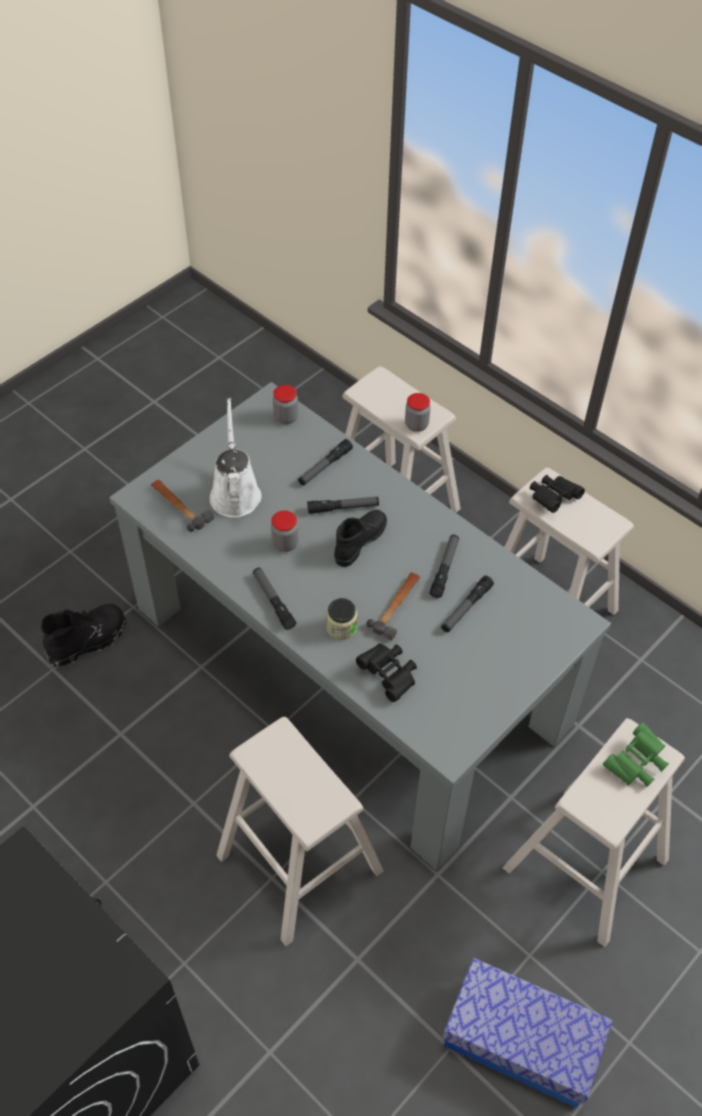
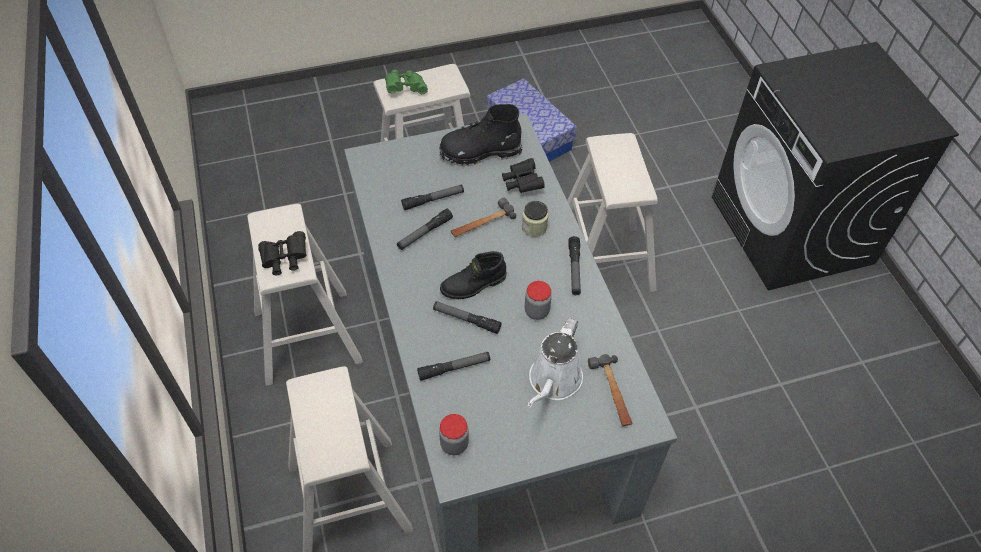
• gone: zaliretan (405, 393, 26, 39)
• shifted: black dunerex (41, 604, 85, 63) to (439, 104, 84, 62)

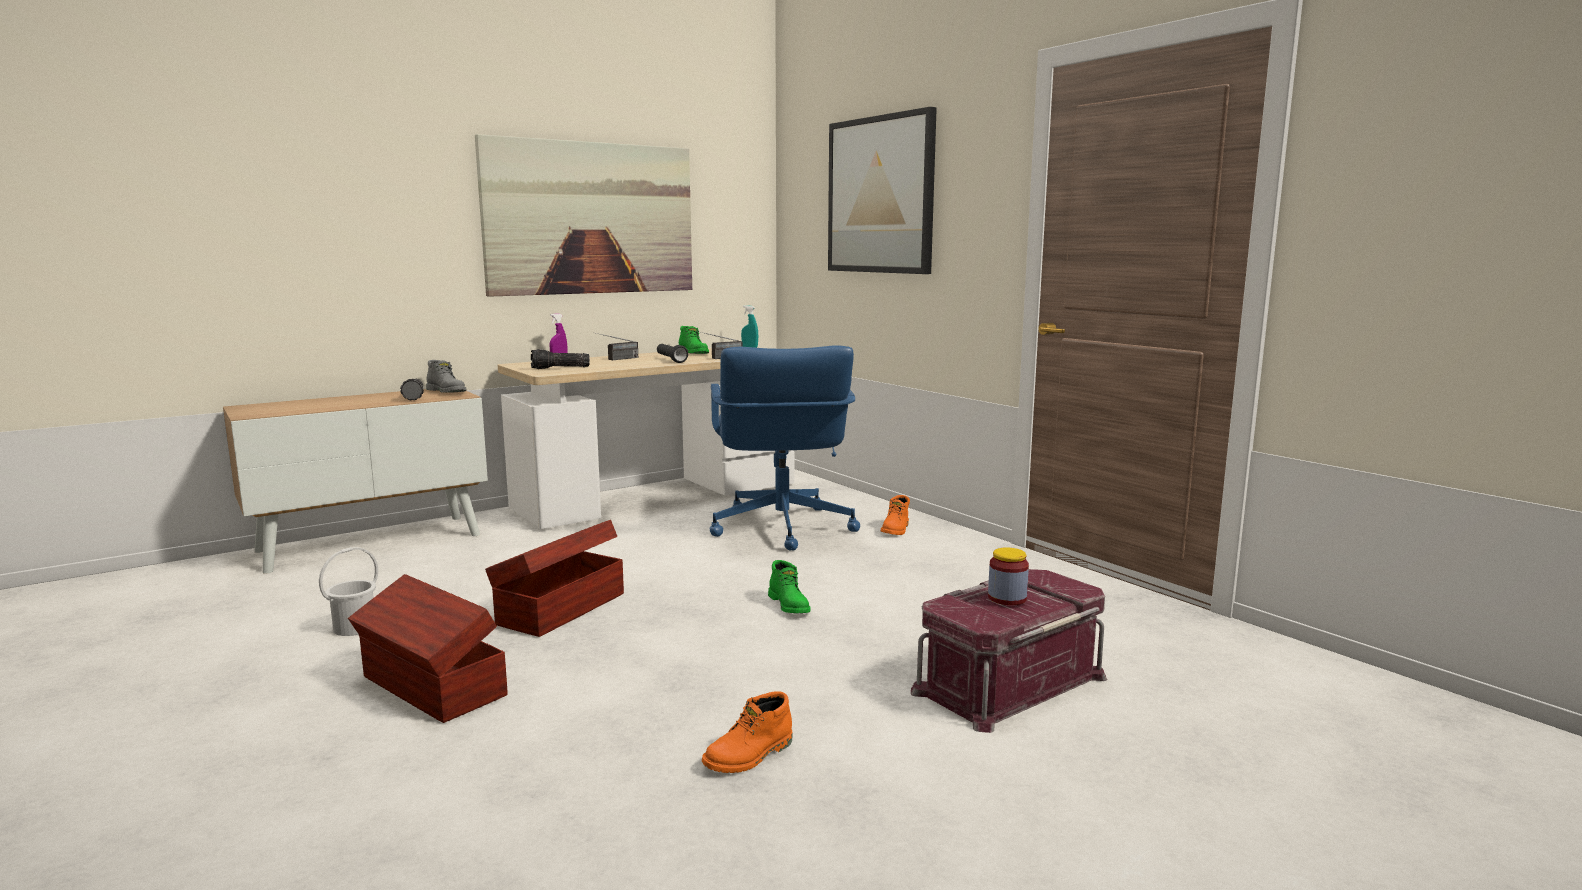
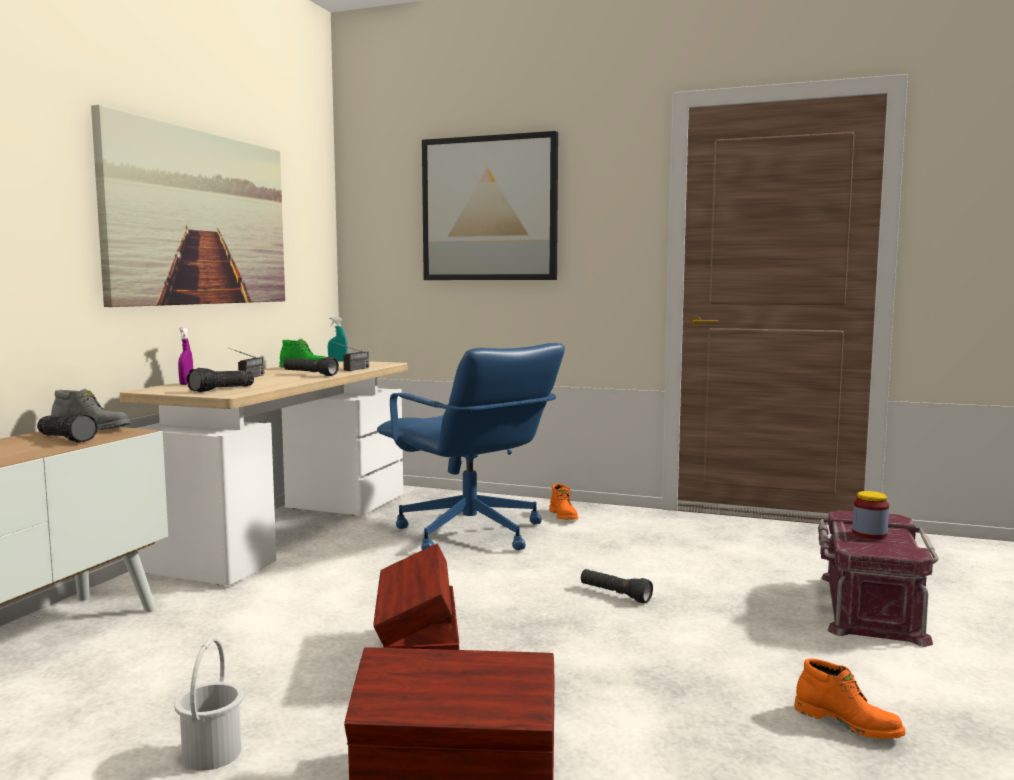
• swapped: green dunerex (768, 560, 43, 53) to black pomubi (581, 569, 72, 35)
• rotated: orange dunerex (702, 691, 91, 82) = (794, 659, 111, 80) 60 degrees counterclockwise

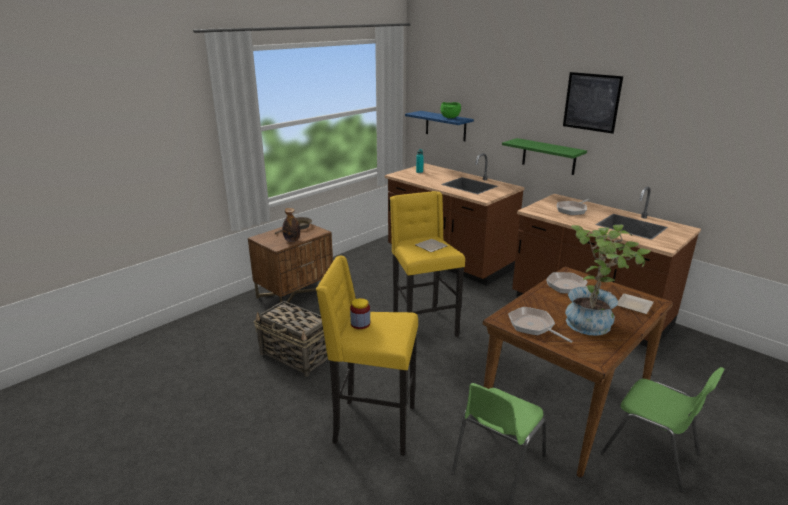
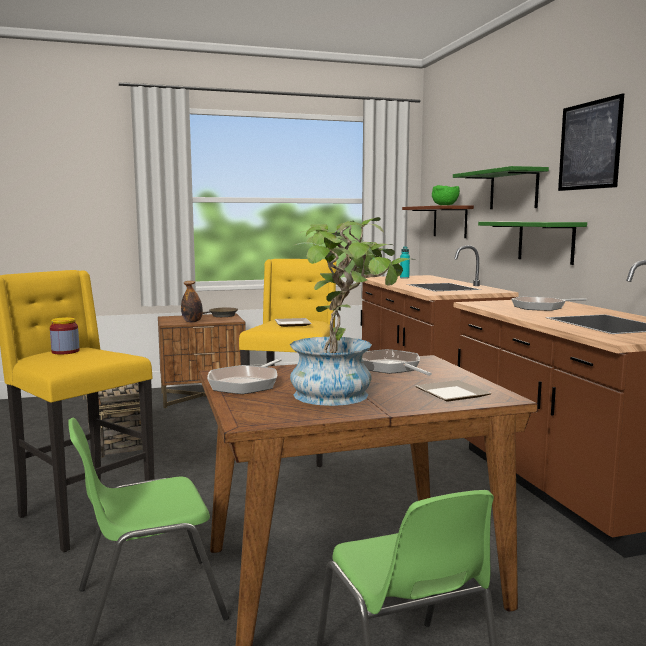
• repainted: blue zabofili (405, 111, 69, 30) to brown zabofili (402, 205, 72, 33)
• rotated: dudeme (508, 307, 65, 36) = (207, 358, 75, 36) 150 degrees counterclockwise
• new: green zabofili (453, 166, 96, 43)

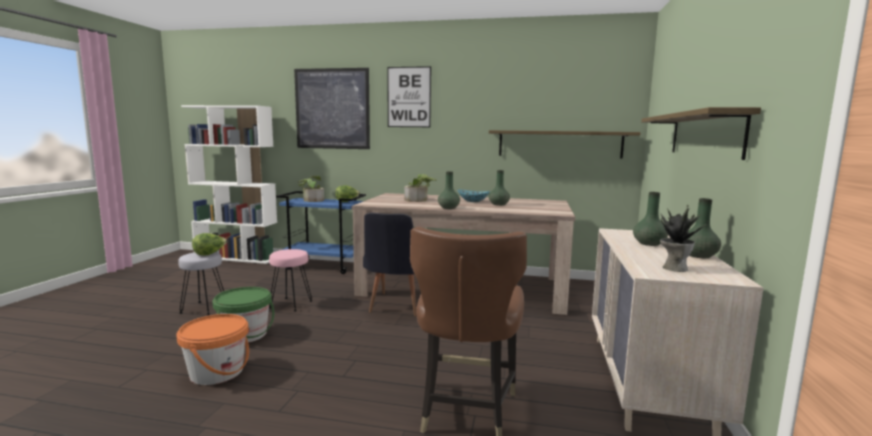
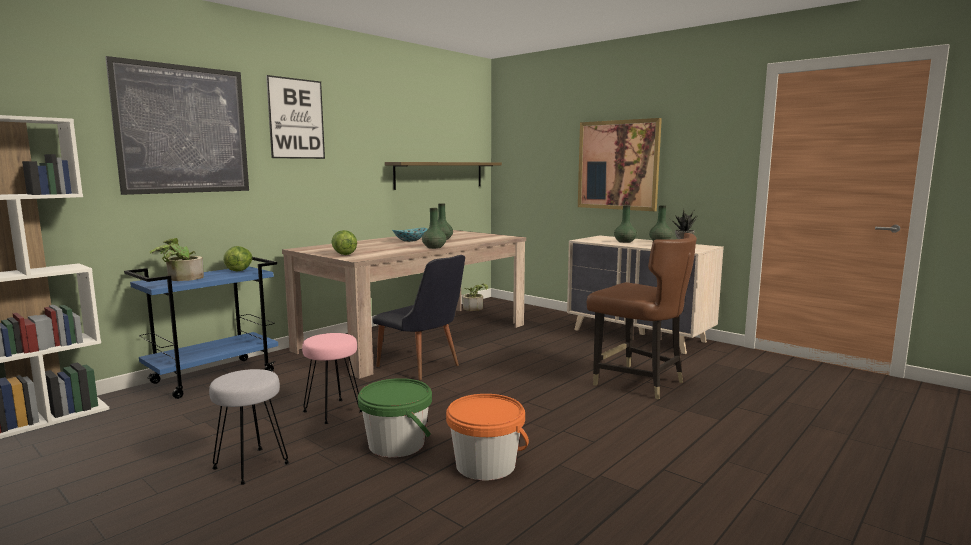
• swapped: zabofili (641, 107, 120, 53) to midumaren (578, 118, 84, 93)
• shifted: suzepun (404, 174, 33, 28) to (463, 284, 25, 27)
• shifted: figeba (192, 233, 35, 23) to (332, 230, 25, 25)

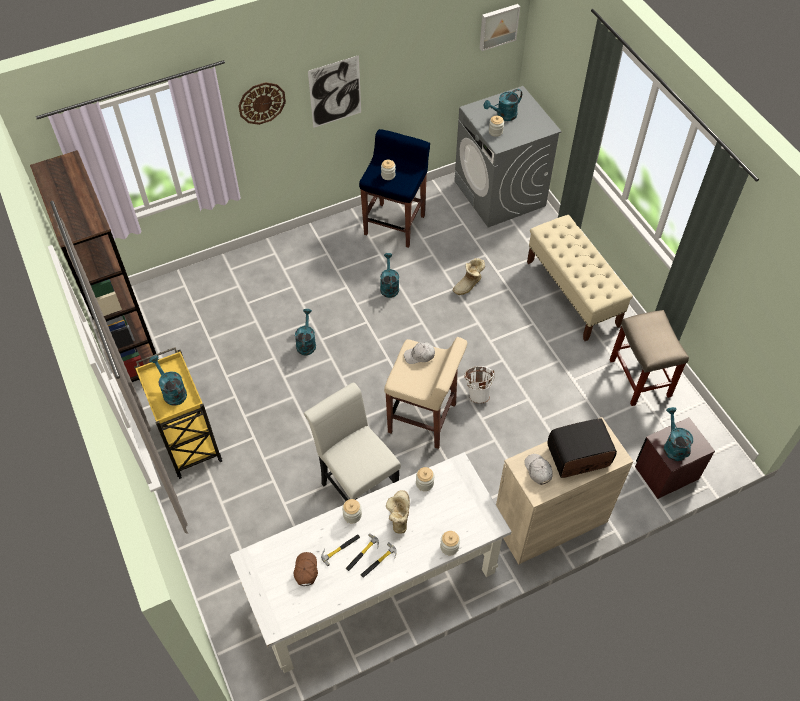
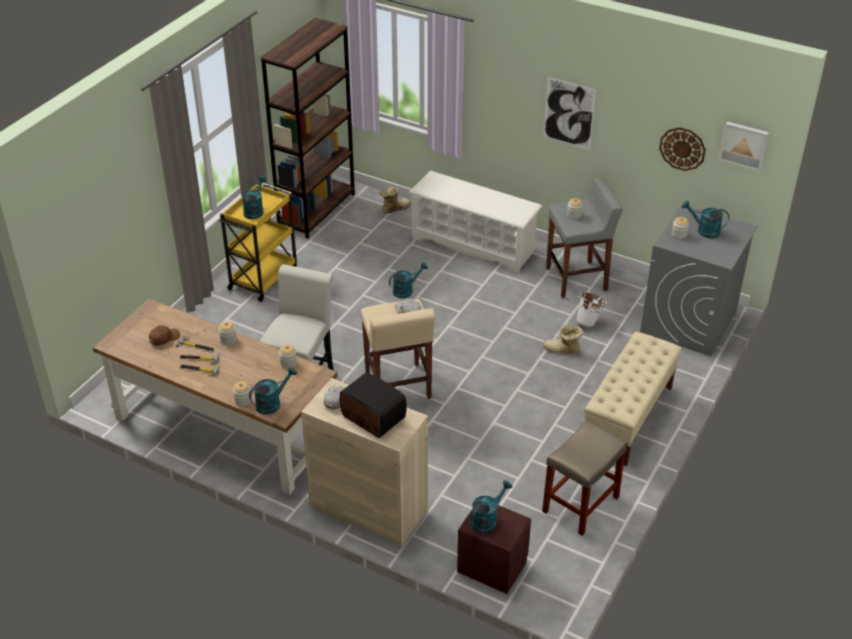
• shifted: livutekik (238, 82, 48, 43) to (659, 127, 47, 44)
• repainted: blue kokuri (359, 129, 71, 119) to grey kokuri (546, 178, 77, 120)
• shifted: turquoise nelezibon (380, 253, 19, 45) to (249, 367, 48, 47)
• shifted: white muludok (464, 366, 31, 38) to (576, 291, 31, 36)
• repainted: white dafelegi (230, 452, 282, 221) to brown dafelegi (93, 298, 244, 197)
• shifted: dunerex (386, 490, 24, 44) to (380, 186, 31, 28)
• new: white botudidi (409, 171, 134, 102)

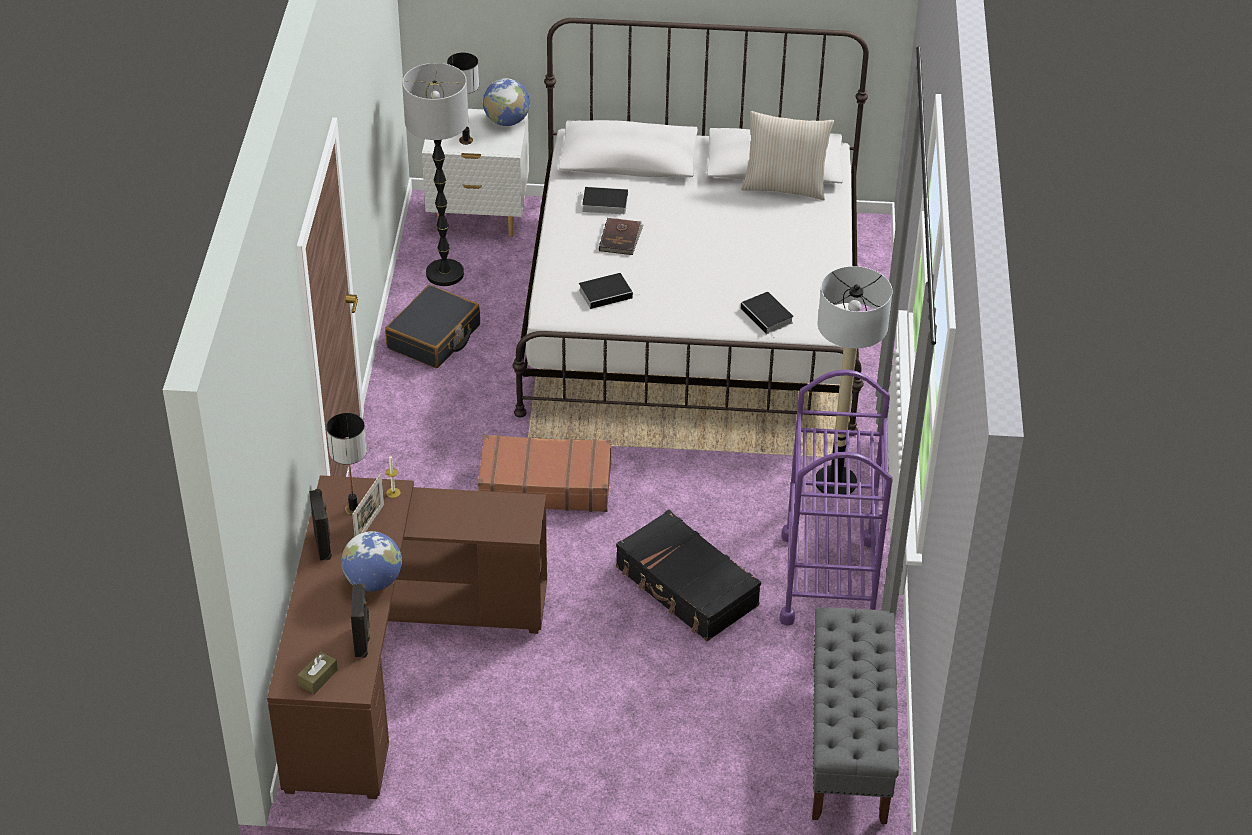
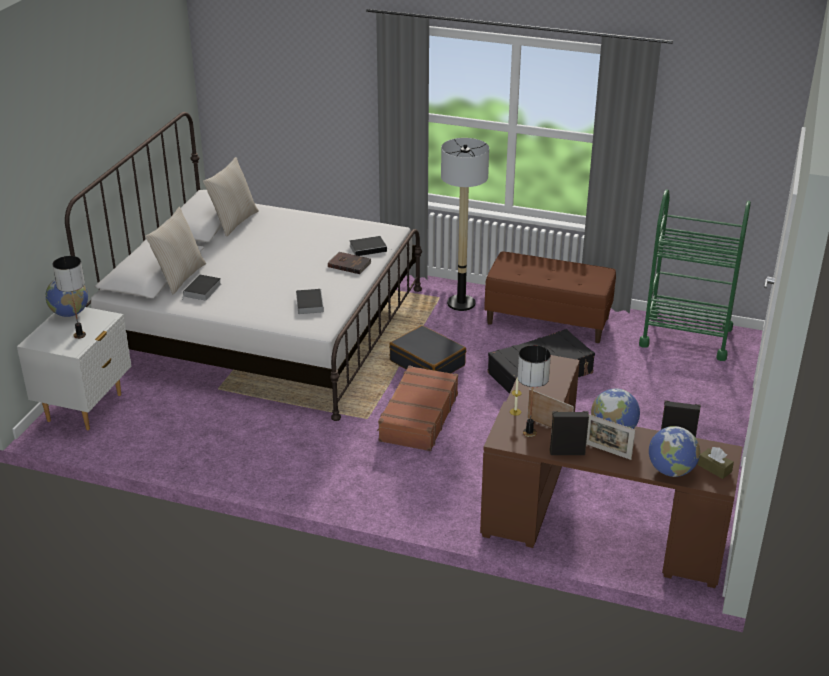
• gone: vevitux (402, 63, 66, 223)
• shifted: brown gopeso (599, 218, 44, 37) to (328, 252, 44, 22)
• shifted: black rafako (385, 285, 95, 83) to (389, 325, 77, 48)
• swapped: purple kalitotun (779, 370, 114, 256) to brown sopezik (484, 251, 132, 92)
• swapped: grey sopezik (812, 607, 87, 217) to green kalitotun (639, 189, 112, 172)
• new: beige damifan (145, 207, 61, 87)
• new: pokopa (586, 414, 49, 46)
• new: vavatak (649, 426, 51, 51)

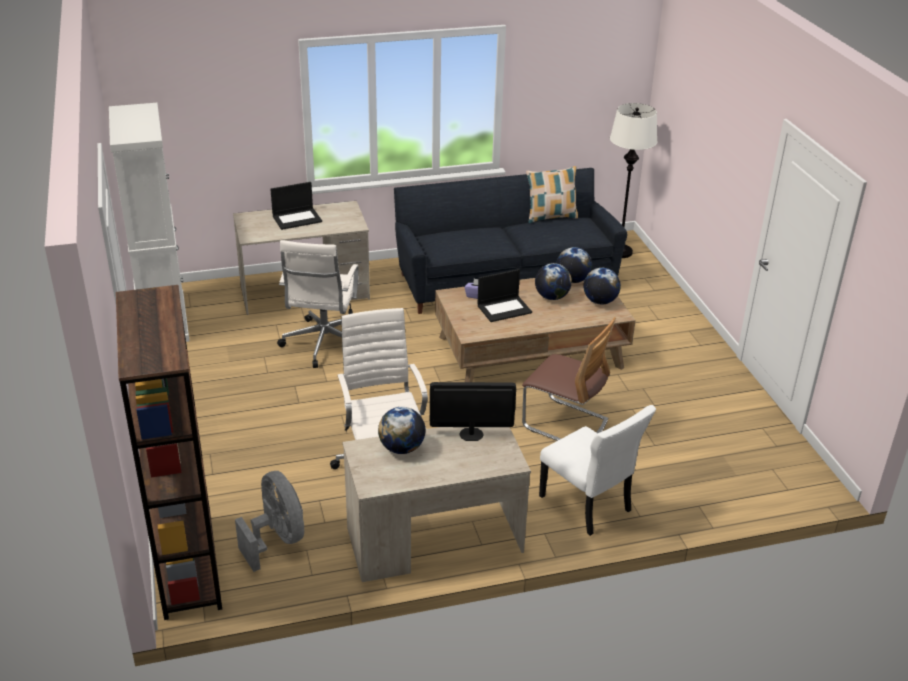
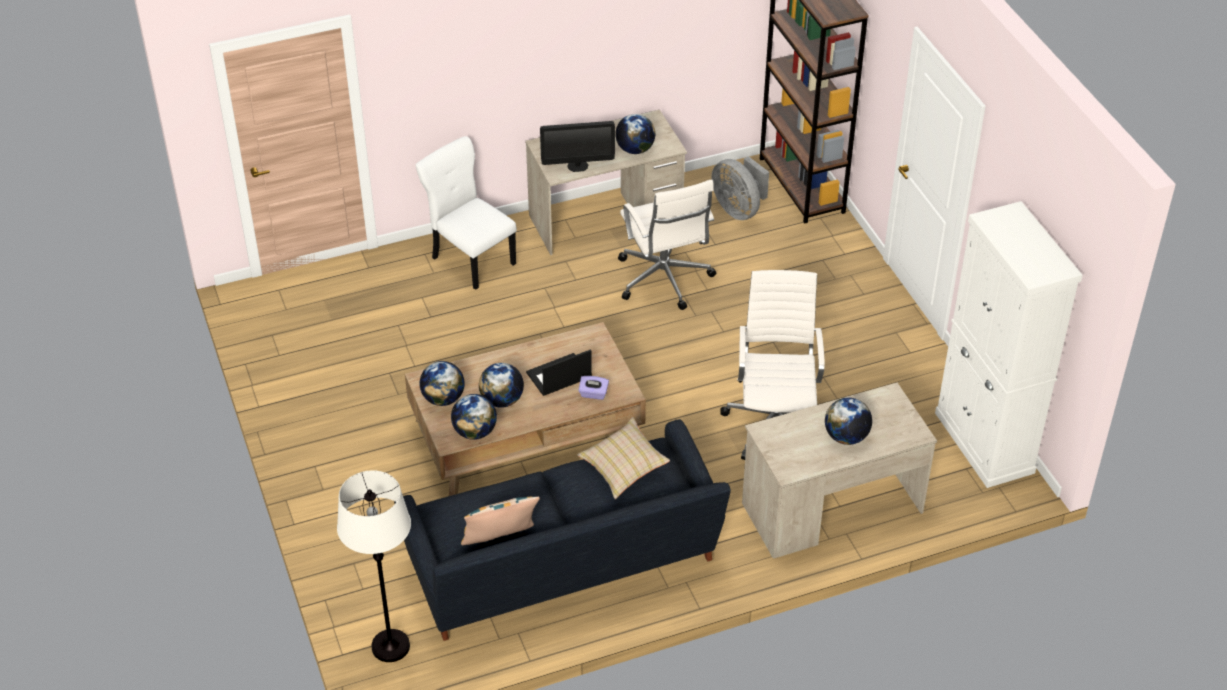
• swapped: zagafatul (270, 182, 52, 48) to vavatak (825, 398, 47, 47)
• gone: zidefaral (522, 317, 94, 124)
• new: beige damifan (577, 417, 93, 82)

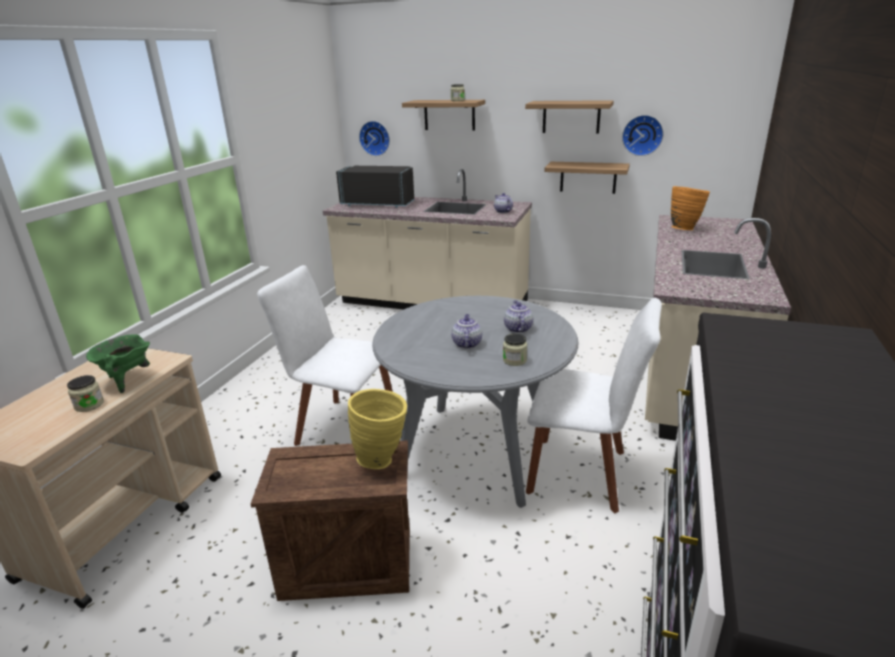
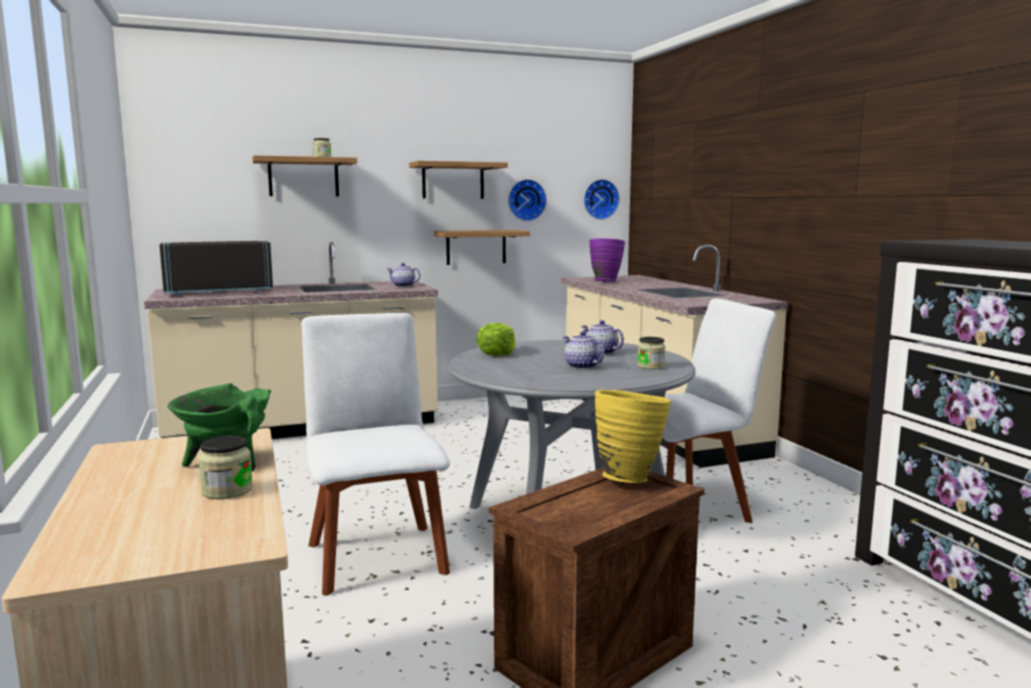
• shifted: livutekik (359, 121, 31, 35) to (584, 179, 36, 41)
• repainted: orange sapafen (671, 186, 39, 44) to purple sapafen (590, 238, 35, 43)
• rotated: white zidefaral (257, 265, 136, 181) = (301, 313, 149, 283) 90 degrees clockwise
• new: figeba (476, 323, 40, 33)

